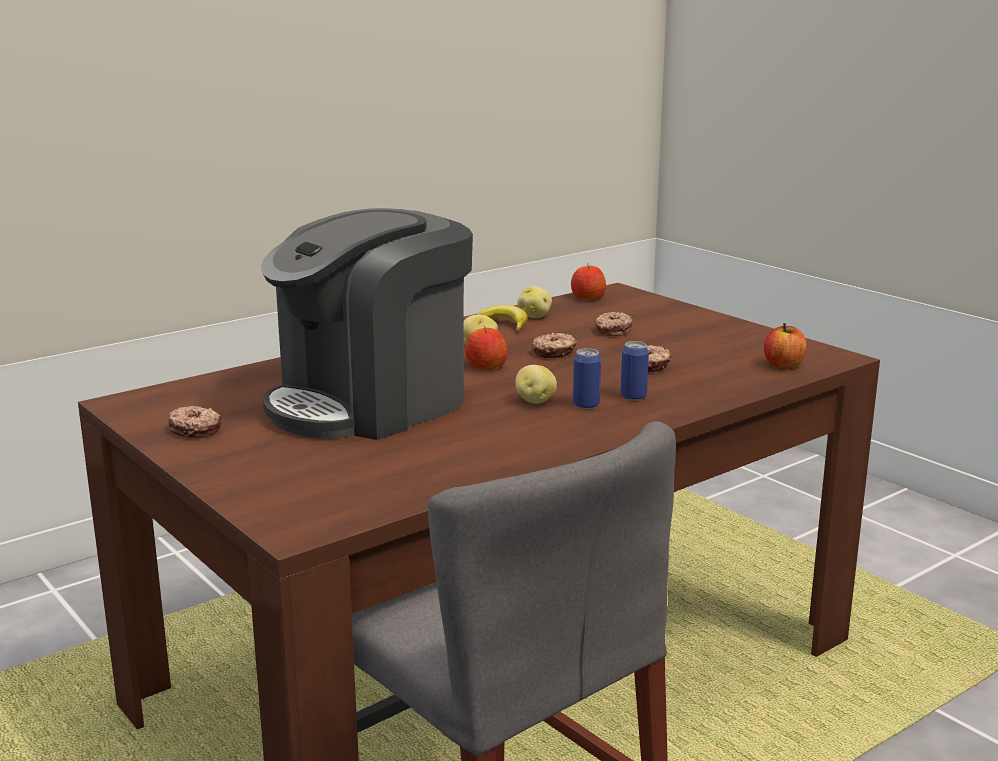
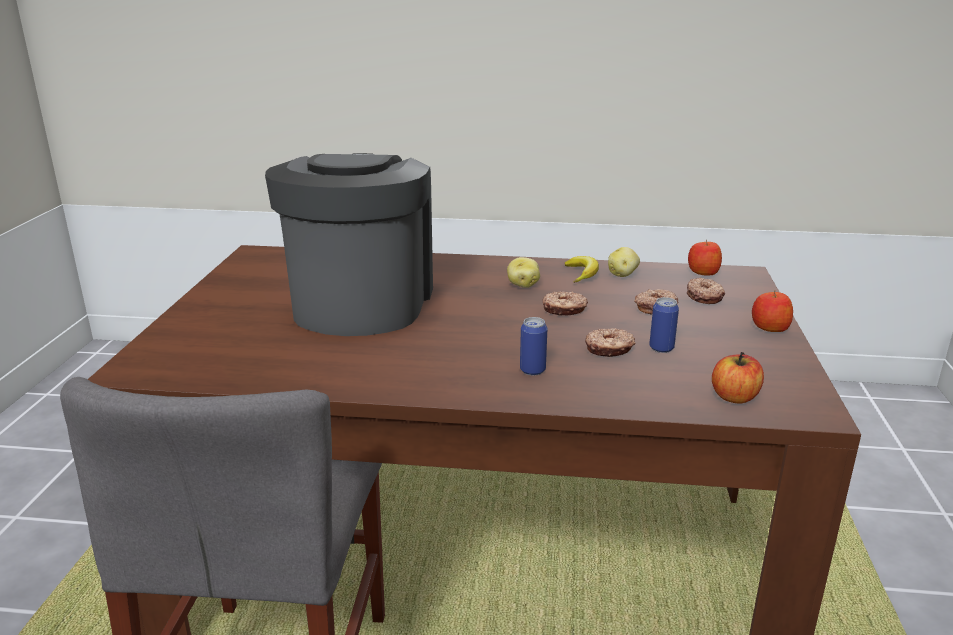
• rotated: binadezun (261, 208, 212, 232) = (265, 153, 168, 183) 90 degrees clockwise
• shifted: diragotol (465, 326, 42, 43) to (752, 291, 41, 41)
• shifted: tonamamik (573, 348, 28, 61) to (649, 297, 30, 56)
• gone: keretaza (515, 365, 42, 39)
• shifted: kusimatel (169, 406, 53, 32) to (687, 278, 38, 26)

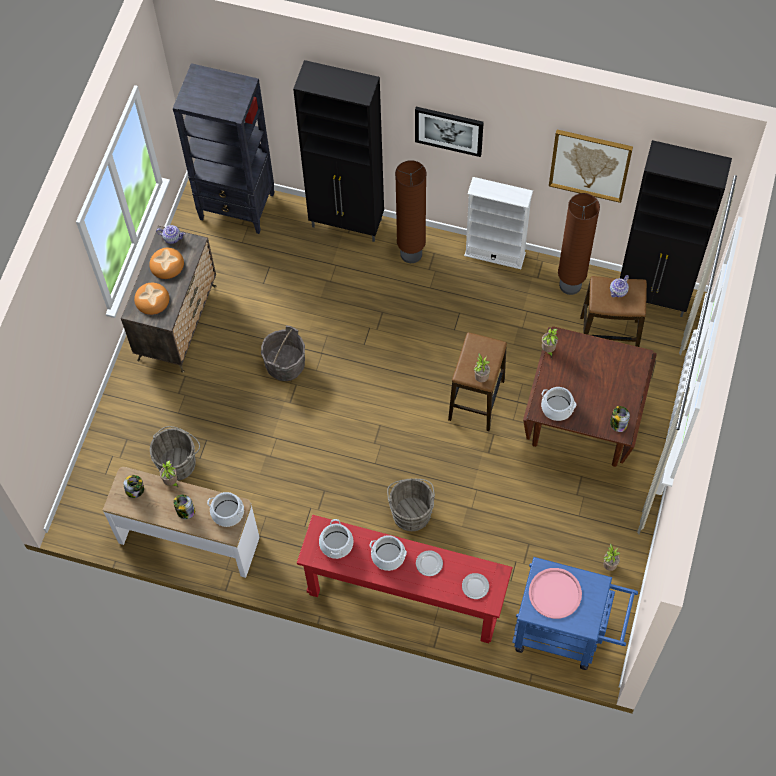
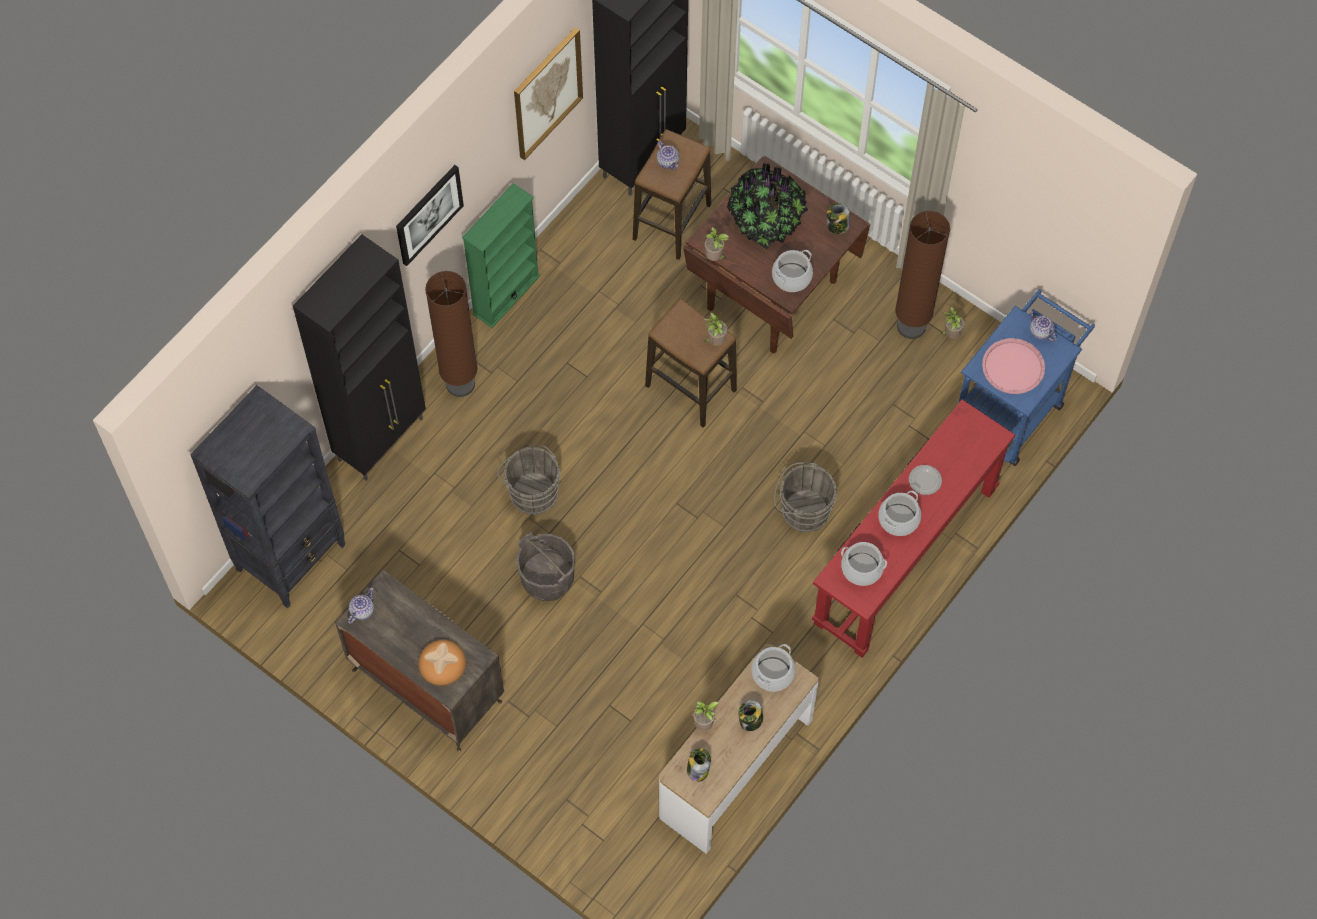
• repainted: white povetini (464, 177, 69, 92) to green povetini (462, 183, 78, 145)
• shifted: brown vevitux (558, 193, 42, 102) to (895, 211, 55, 128)
• gone: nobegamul (149, 248, 35, 31)
• shifted: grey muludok (150, 426, 50, 55) to (497, 445, 63, 70)
• gone: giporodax (462, 573, 27, 26)
• new: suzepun (727, 162, 81, 87)
• new: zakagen (1030, 310, 27, 32)

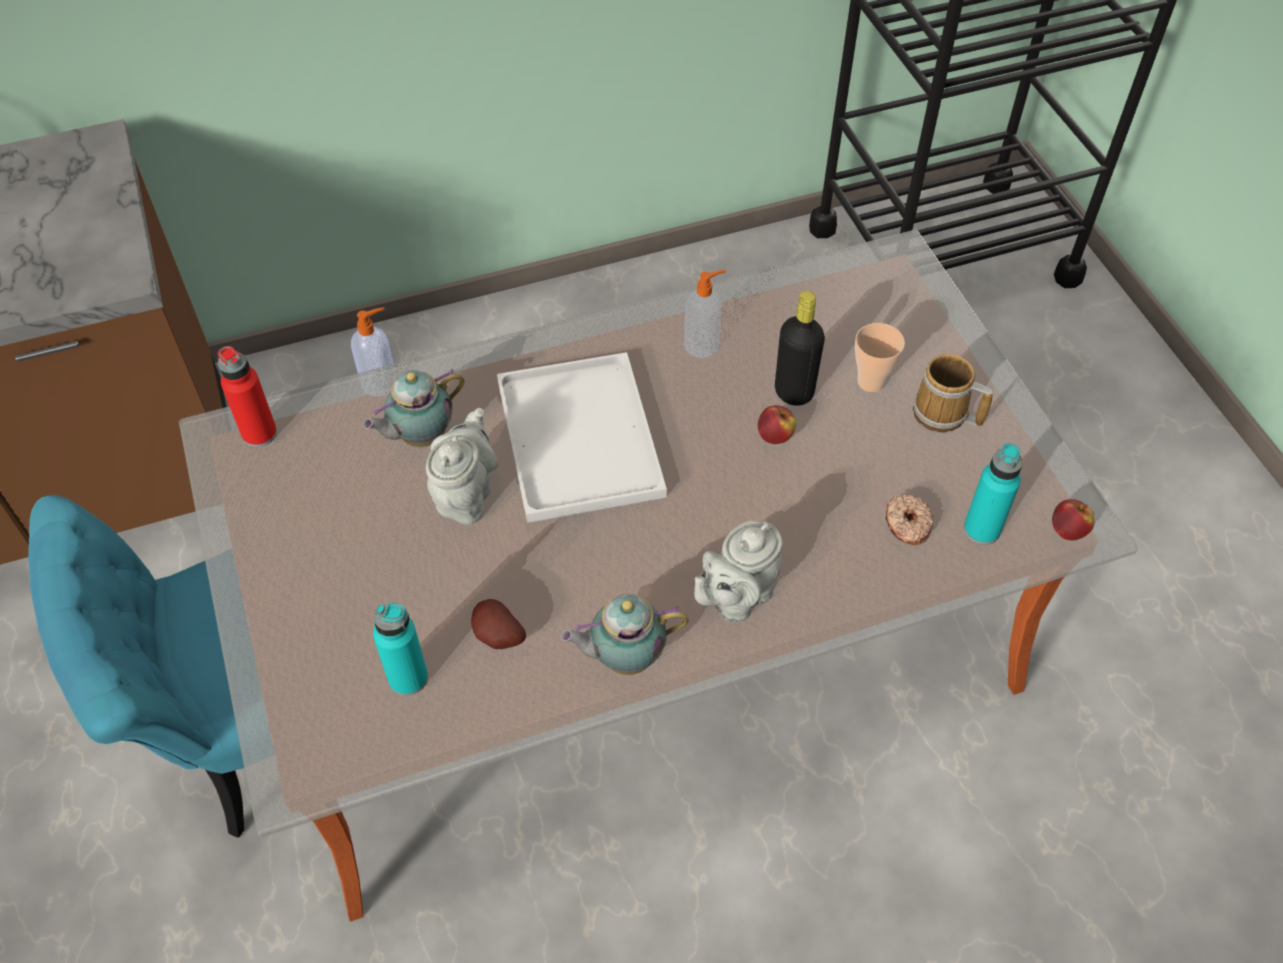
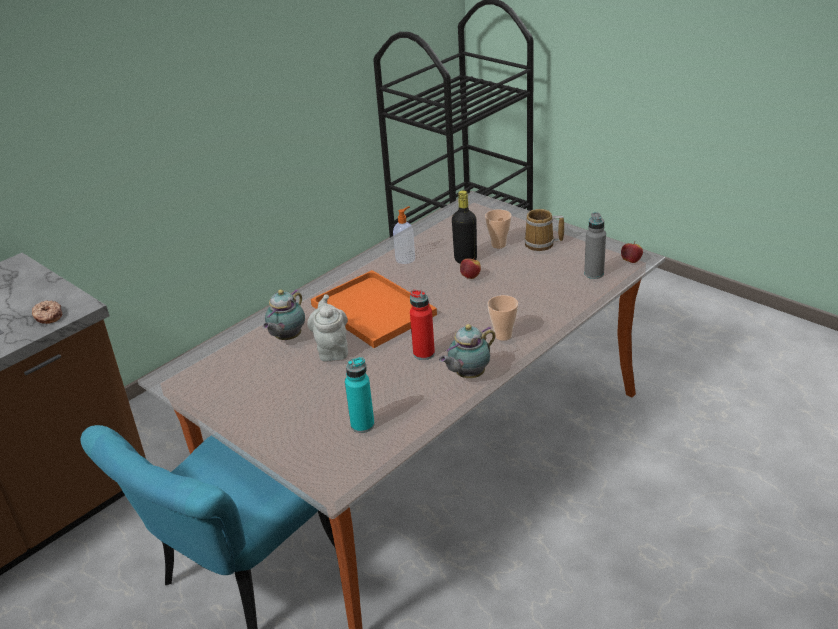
• gone: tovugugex (351, 307, 46, 90)
• shifted: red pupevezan (218, 346, 59, 101) to (410, 290, 25, 70)
• repainted: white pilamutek (497, 352, 170, 171) to orange pilamutek (311, 270, 126, 78)
• repainted: turquoise pupevezan (964, 443, 58, 102) to grey pupevezan (584, 212, 22, 67)
• shifted: kusimatel (885, 495, 49, 50) to (32, 300, 30, 24)
• swapped: grey zakagen (694, 520, 89, 102) to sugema (488, 295, 30, 46)
• gone: keretaza (471, 599, 55, 50)

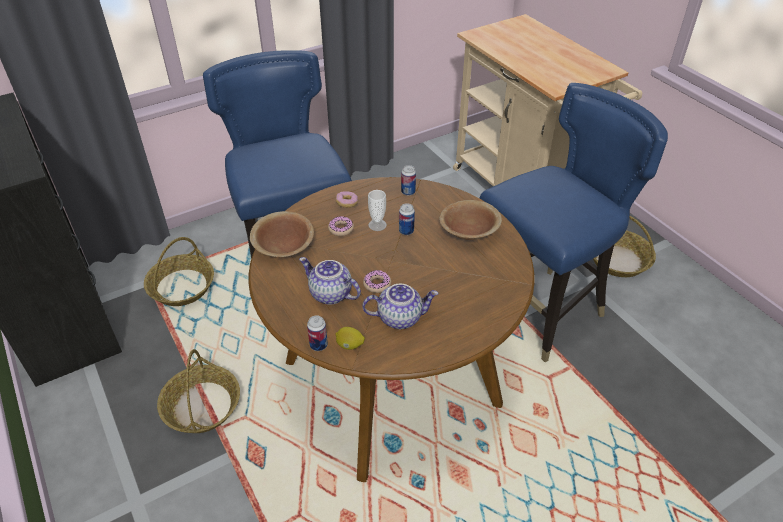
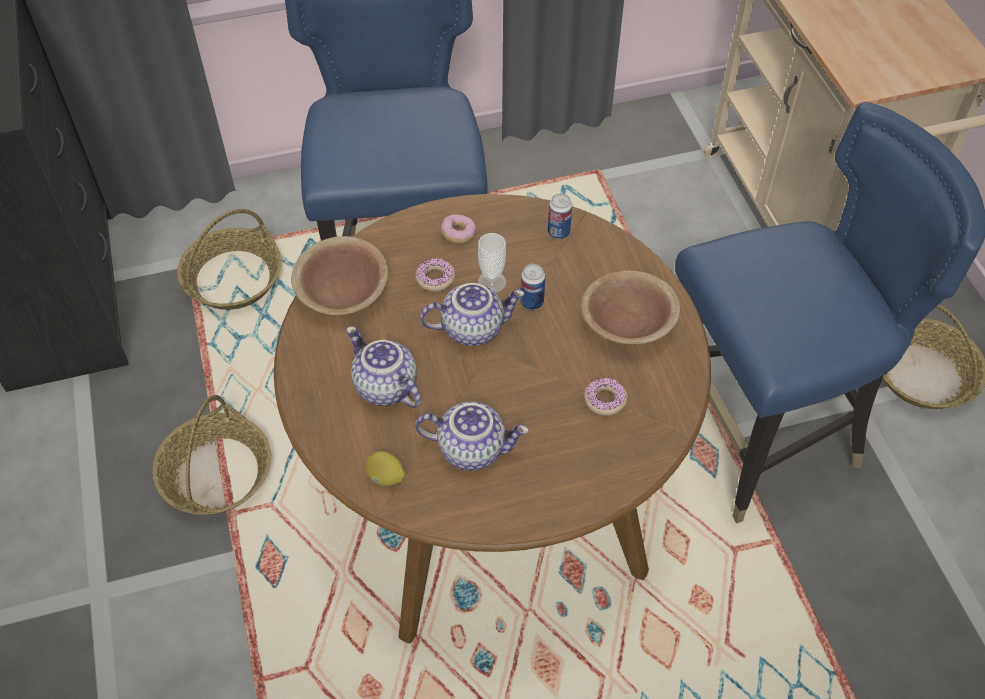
• shifted: kusimatel (363, 270, 28, 23) to (584, 377, 43, 39)
• gone: tonamamik (307, 315, 21, 36)
• new: zakagen (420, 283, 105, 63)

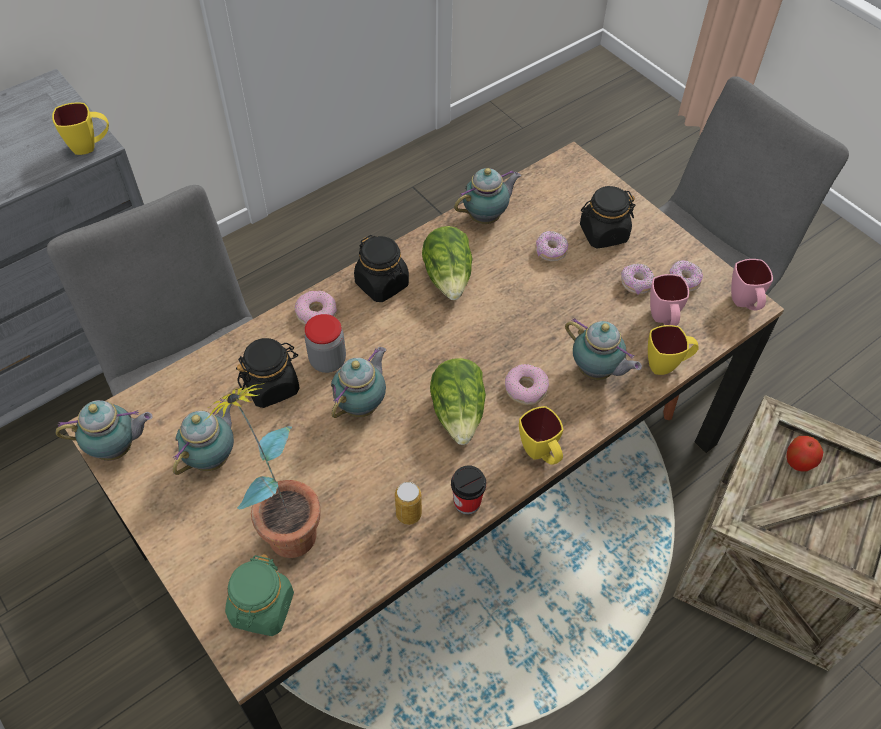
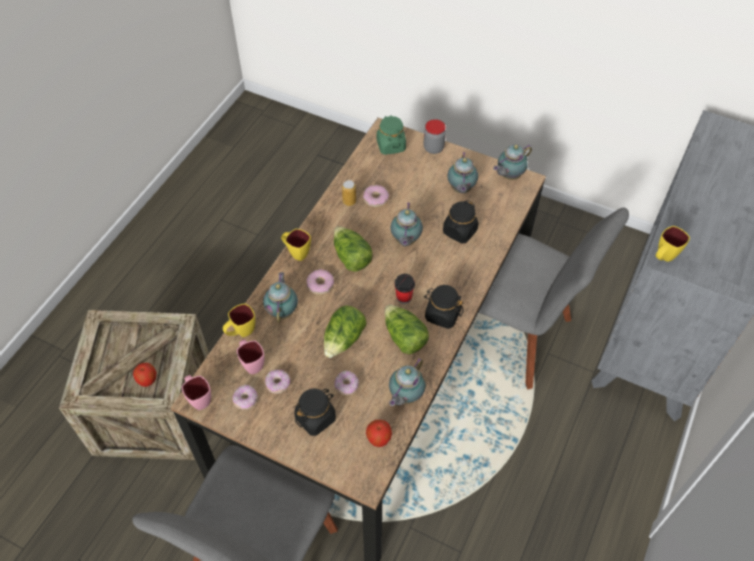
• shifted: kusimatel (295, 291, 42, 34) to (363, 185, 26, 22)
• shifted: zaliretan (305, 314, 41, 59) to (423, 119, 23, 35)
• rotated: zakagen (565, 318, 77, 62) = (263, 272, 35, 51) 75 degrees clockwise
• gone: suzepun (204, 383, 117, 175)
• shifted: sugema (451, 465, 35, 50) to (395, 274, 20, 30)
• new: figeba (324, 306, 42, 52)
• new: diragotol (366, 420, 26, 27)

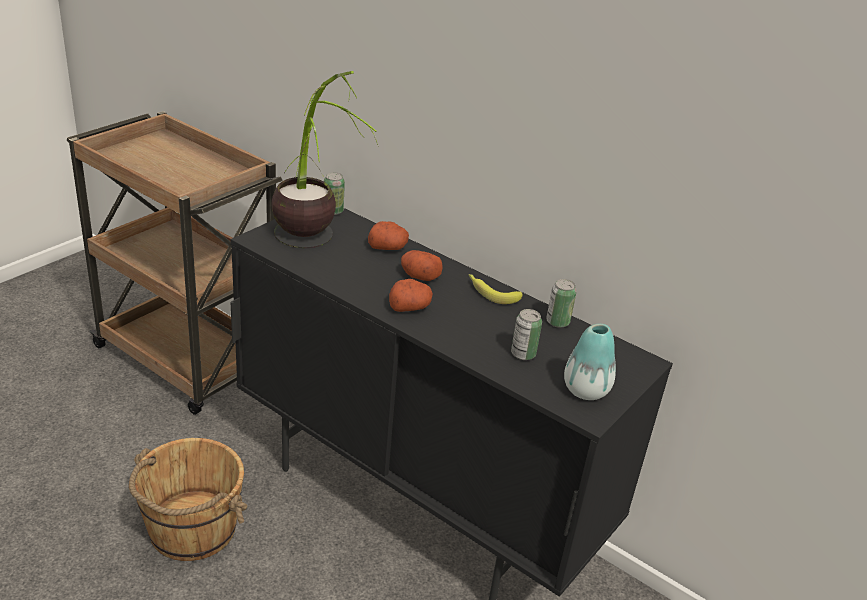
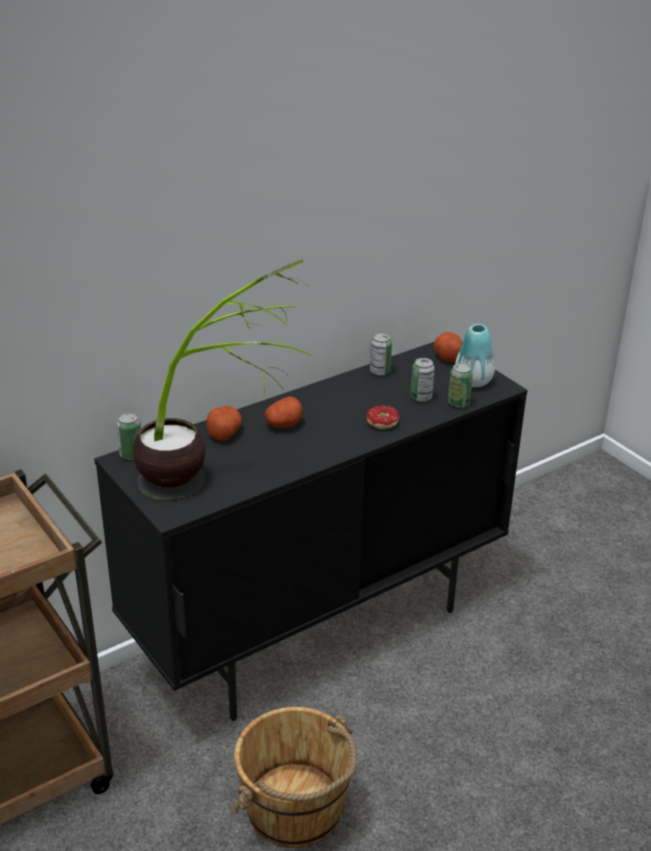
• gone: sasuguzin (469, 274, 53, 30)
• shifted: keretaza (389, 279, 44, 33) to (433, 332, 30, 30)
• new: tonamamik (448, 363, 25, 45)
• new: kusimatel (366, 406, 37, 23)

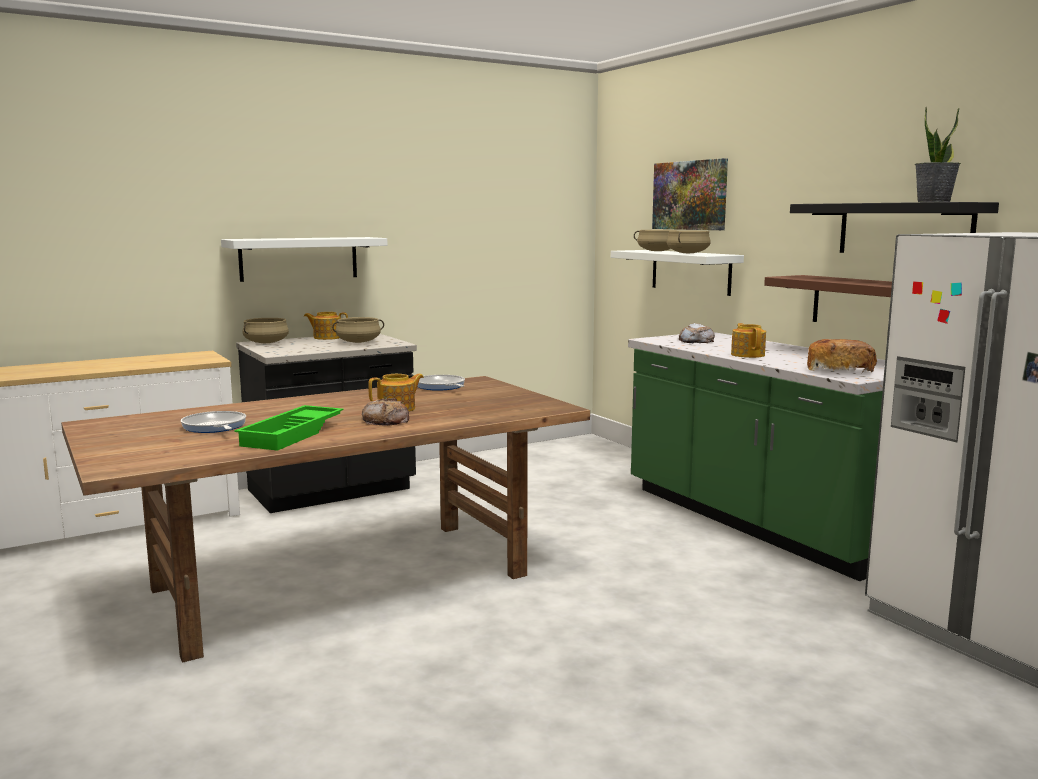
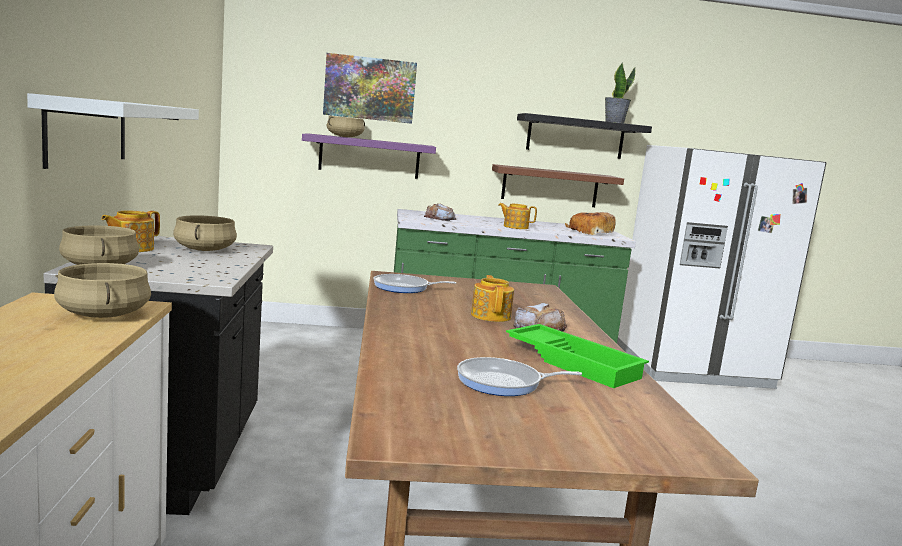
• shifted: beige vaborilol (667, 231, 44, 22) to (54, 263, 97, 55)
• repainted: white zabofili (611, 250, 133, 46) to purple zabofili (302, 133, 134, 46)

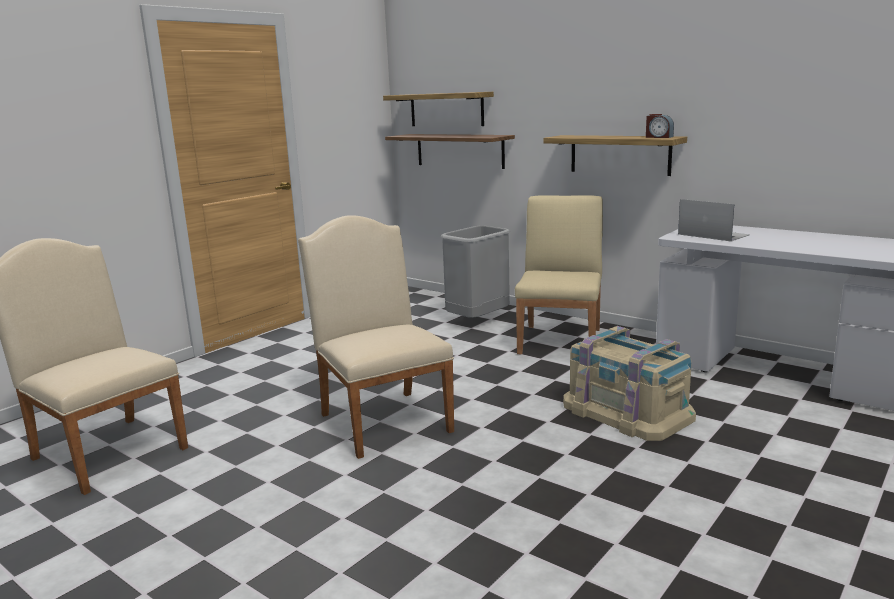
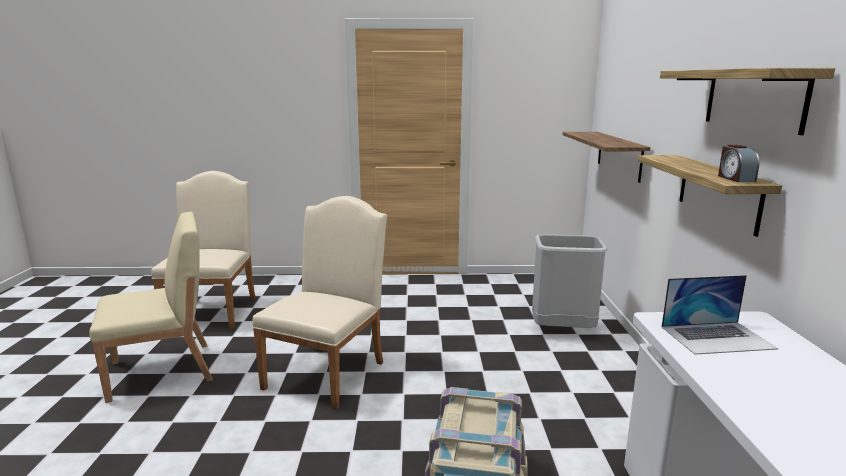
• shifted: zabofili (383, 92, 111, 34) to (660, 68, 175, 67)
• shifted: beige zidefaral (515, 195, 88, 159) to (89, 212, 124, 191)
• rotated: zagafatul (678, 199, 72, 43) = (662, 275, 116, 80) 75 degrees clockwise

